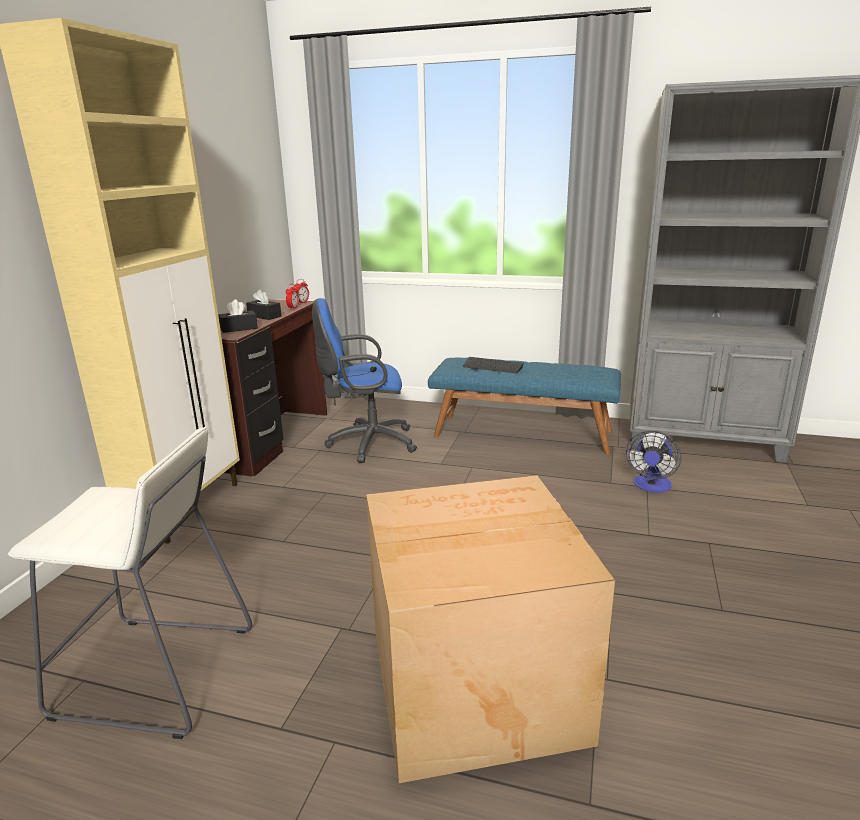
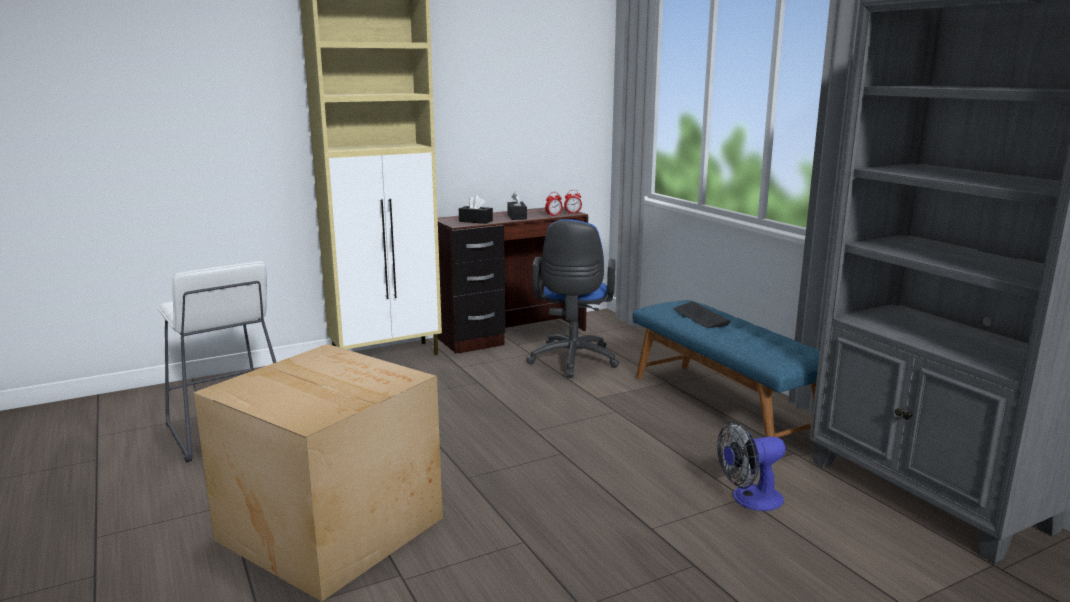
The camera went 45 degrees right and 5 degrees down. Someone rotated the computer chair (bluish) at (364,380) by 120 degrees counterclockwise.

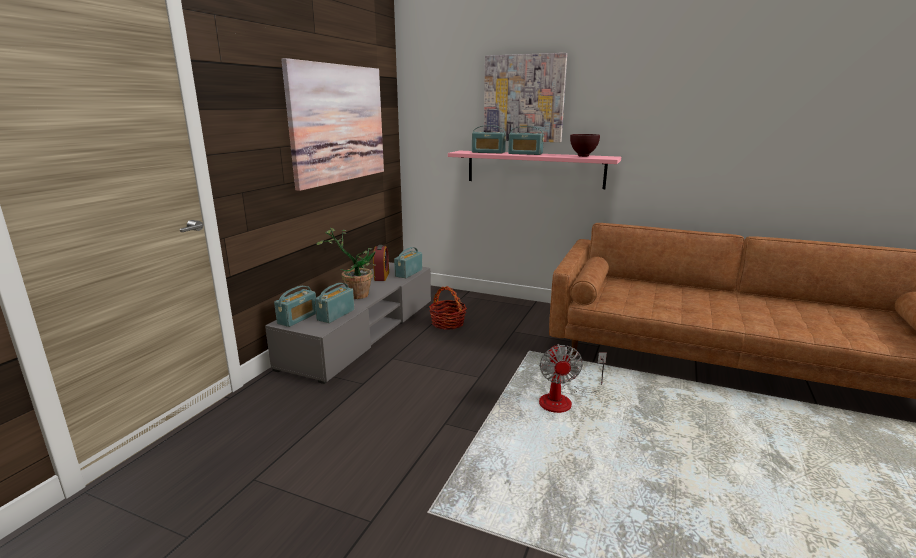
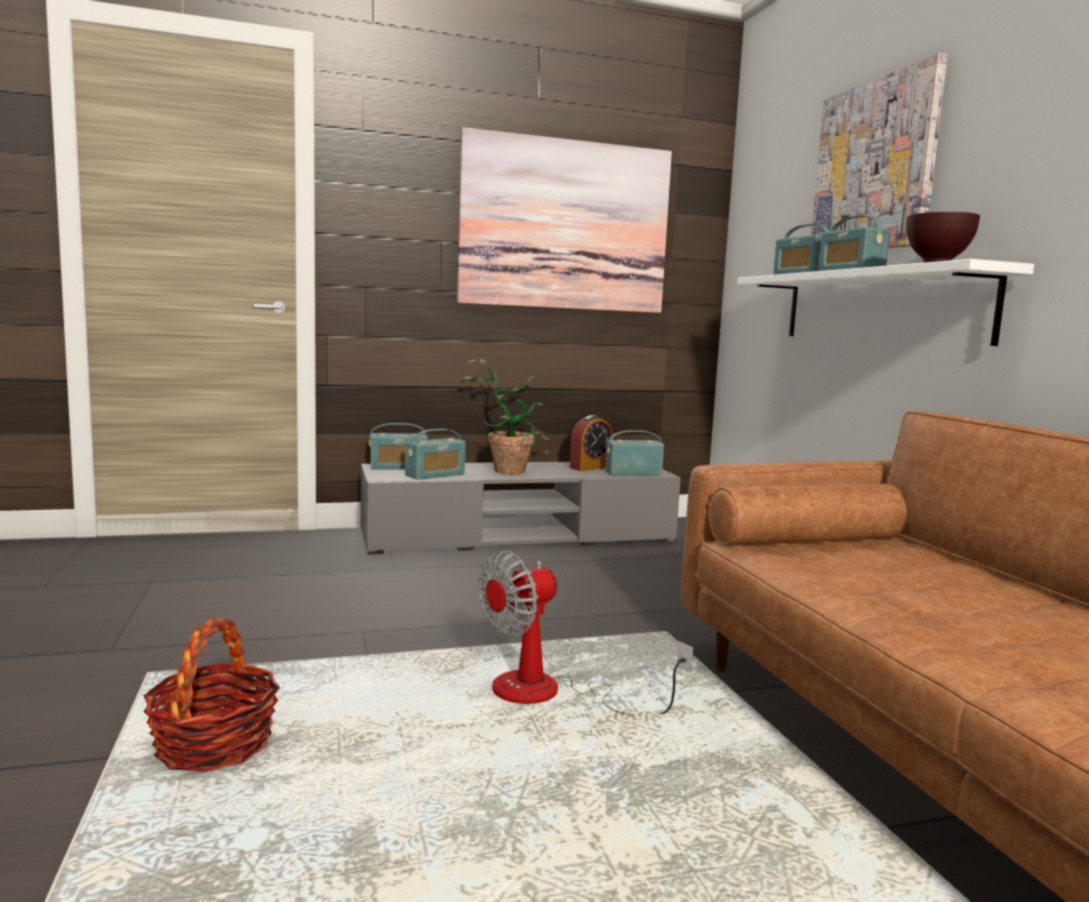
The camera went 50 degrees right and 10 degrees down. Someone rotated the radio receiver at (334,303) by 150 degrees clockwise. Someone carried the basket from (448,308) to (211,695). Someone repainted the bracket shelf (pink-coloured) at (534,170), which became the bracket shelf (whitish) at (885,302).

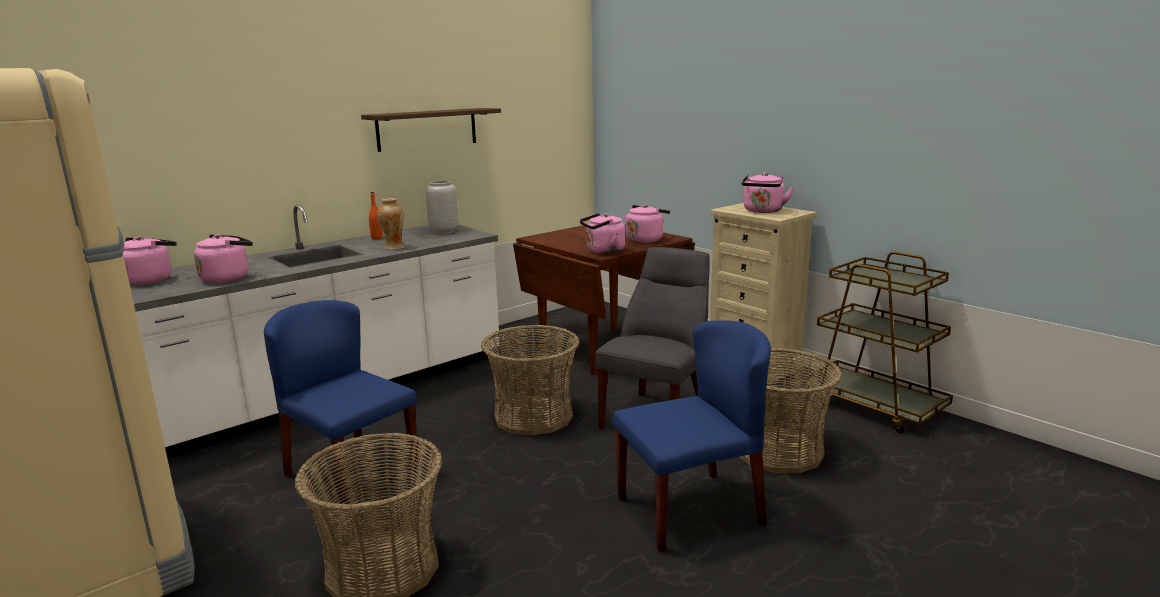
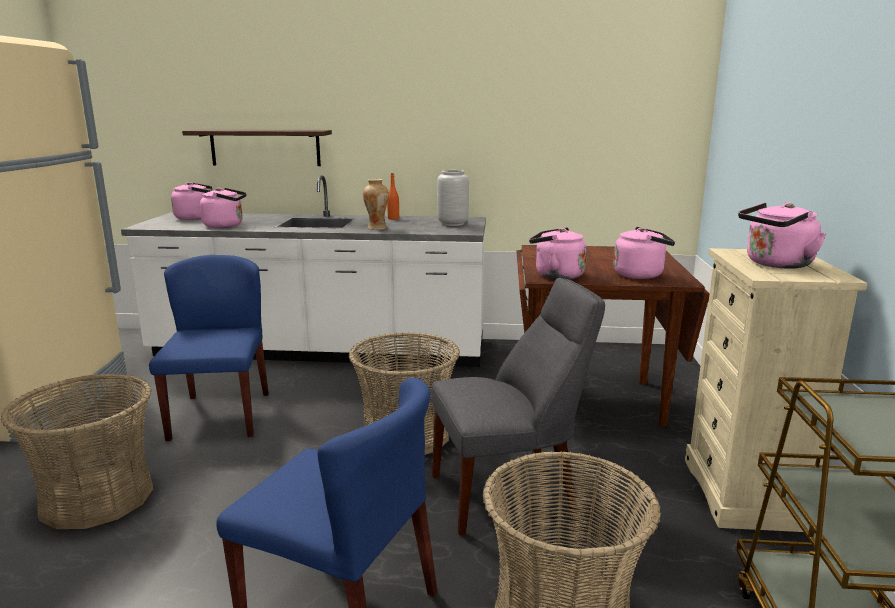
The camera went 45 degrees right and 0 degrees up. Someone carried the bracket shelf from (431,130) to (257,147).

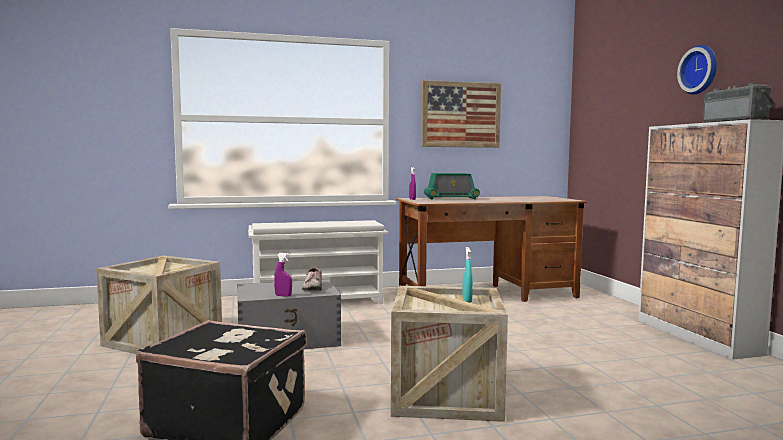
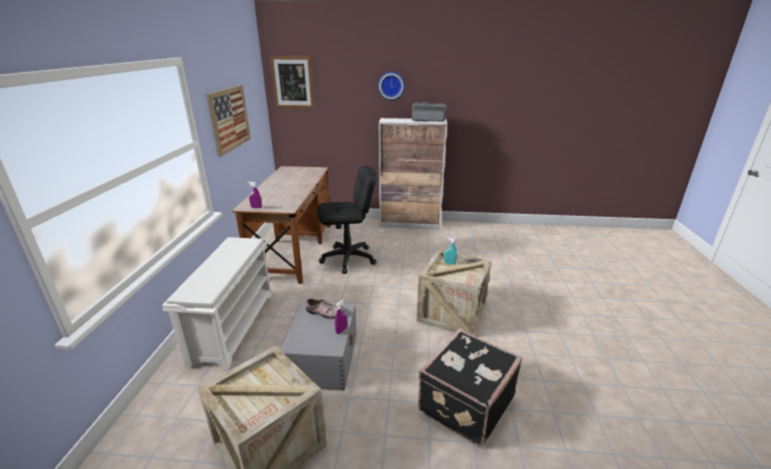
The camera went 70 degrees left and 20 degrees up. Someone took away the radio receiver at (452,186). Someone put up the wall art at (292,82). Someone put down the computer chair (blackish) at (347,220).

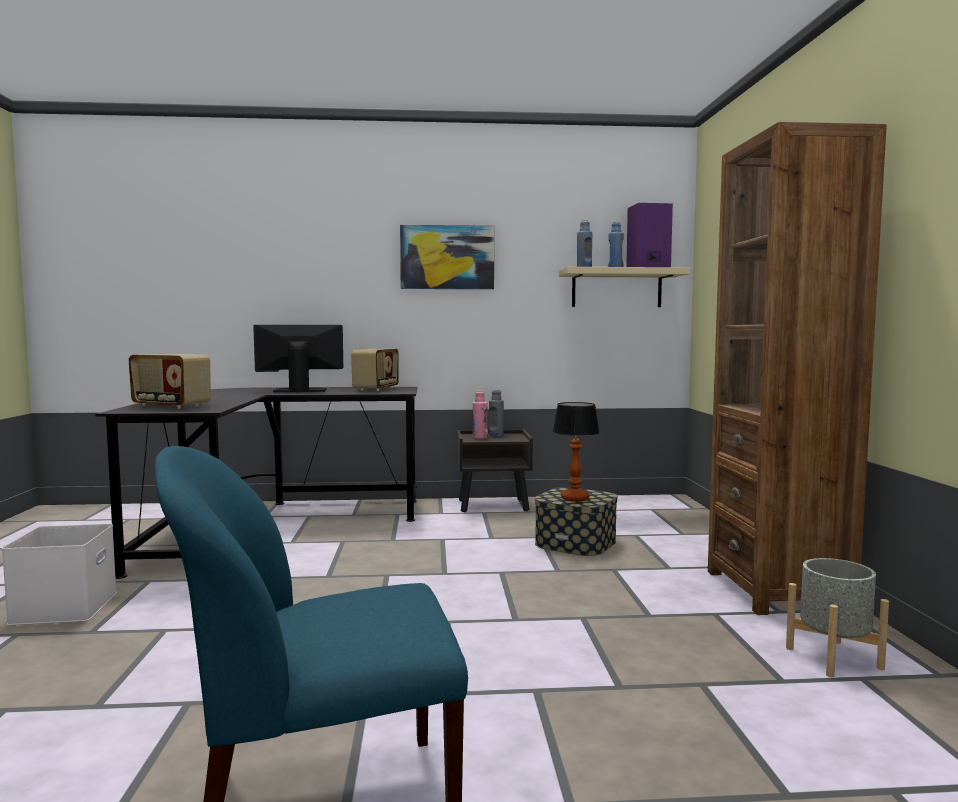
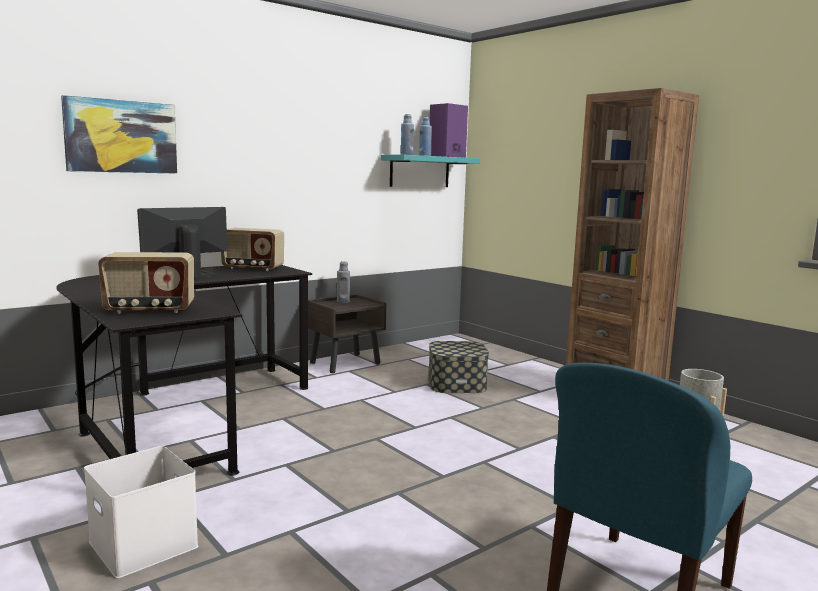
The camera went 35 degrees left and 5 degrees up. Someone rotated the radio receiver at (375,370) by 120 degrees clockwise. Someone carried the wall art from (447,257) to (119,134). Someone took away the beverage bottle (pink-coloured) at (480,415). Someone took away the tabletop lamp at (576,452). Someone repainted the bracket shelf (sand-coloured) at (624,287), which became the bracket shelf (turquoise) at (430,171).

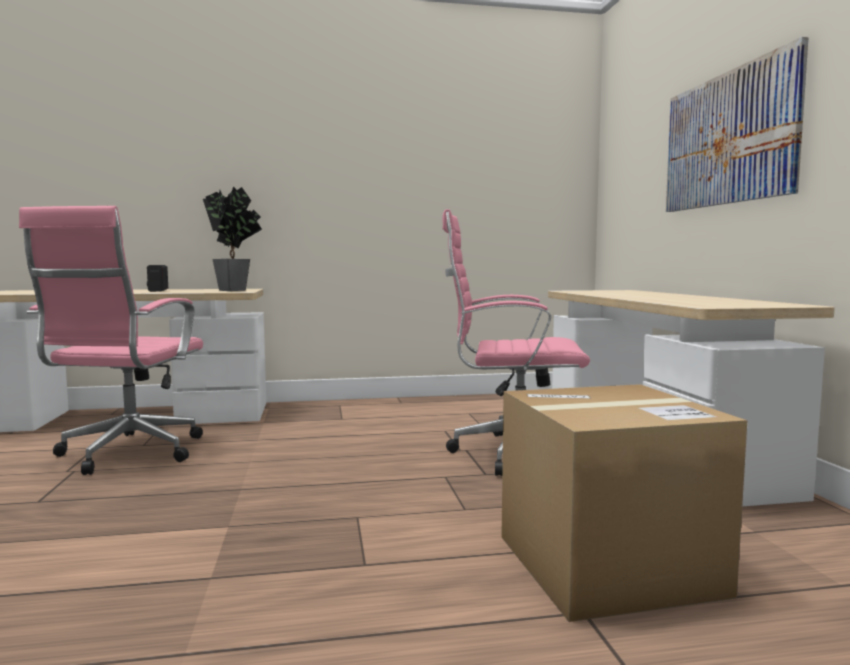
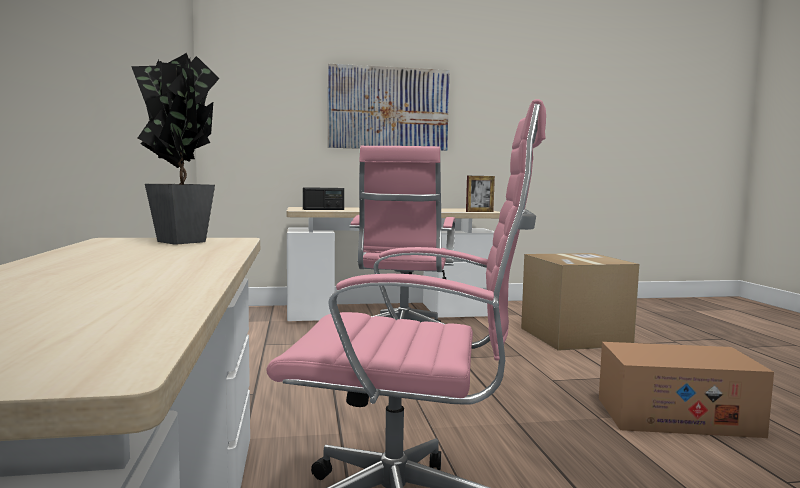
The camera went 90 degrees left and 0 degrees up. Someone carried the radio receiver from (157,278) to (323,198). Someone put down the photo frame at (480,194). Someone put down the packing box at (686,390).

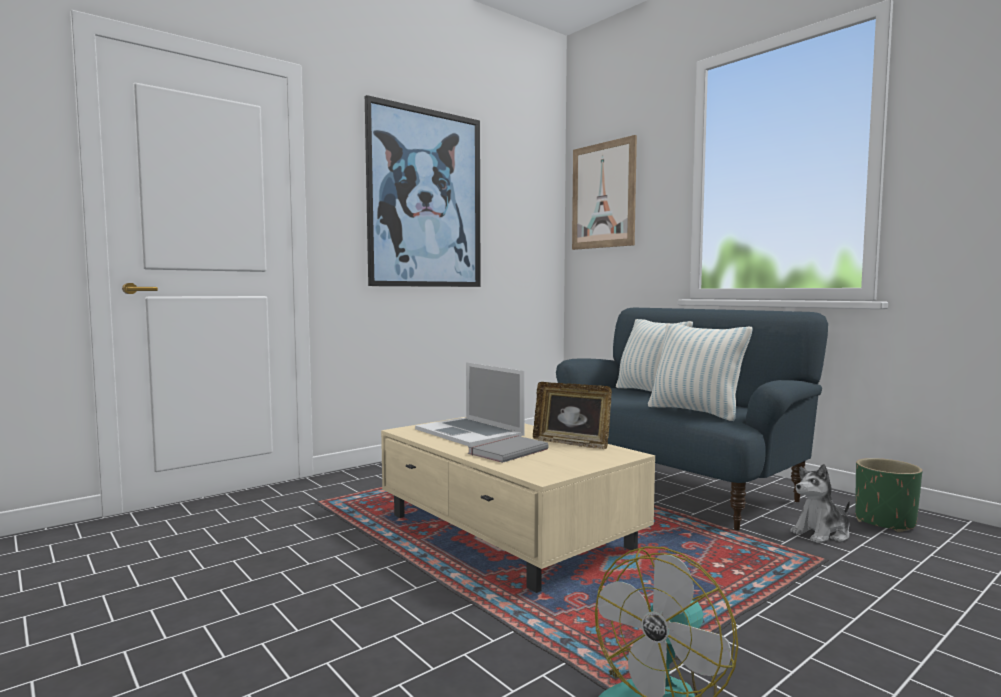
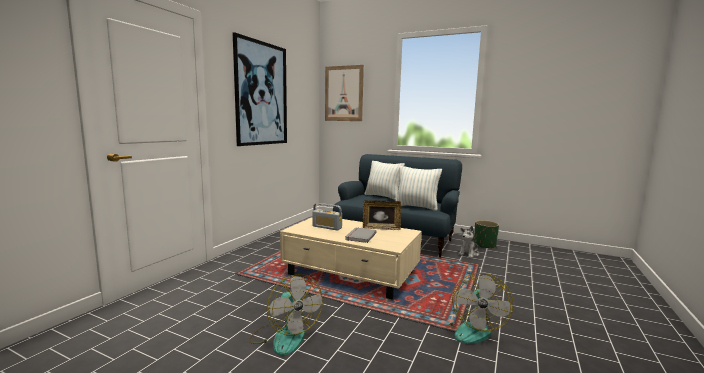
The camera went 25 degrees left and 5 degrees up. Someone swapped the laptop at (470,404) for the radio receiver at (327,216). Someone put down the electric fan at (286,315).

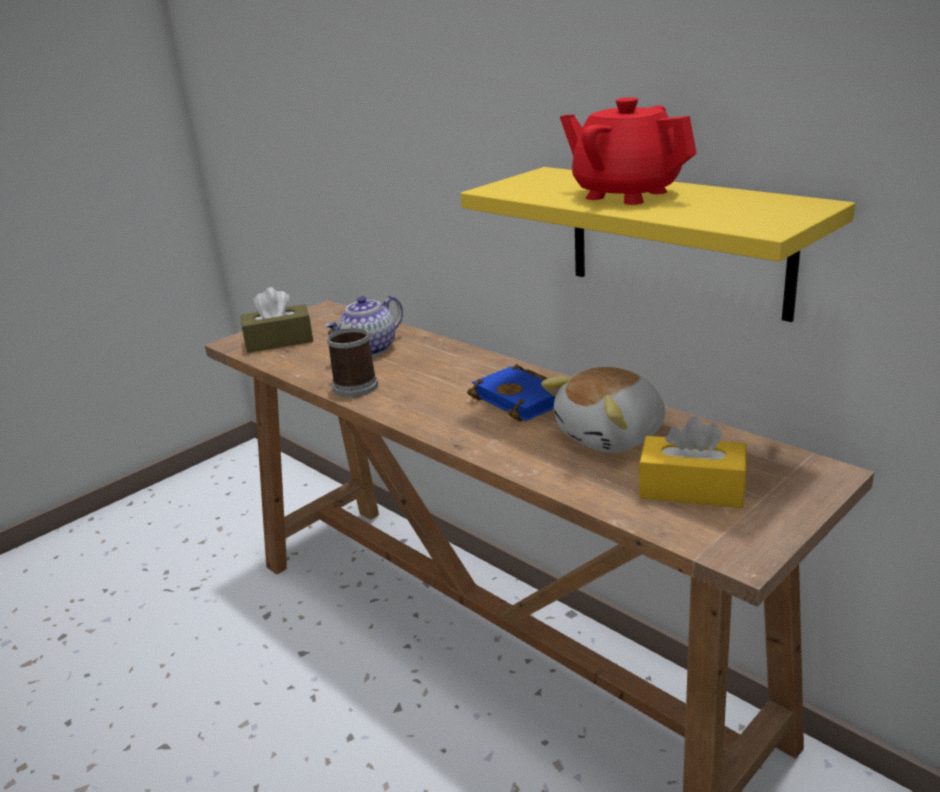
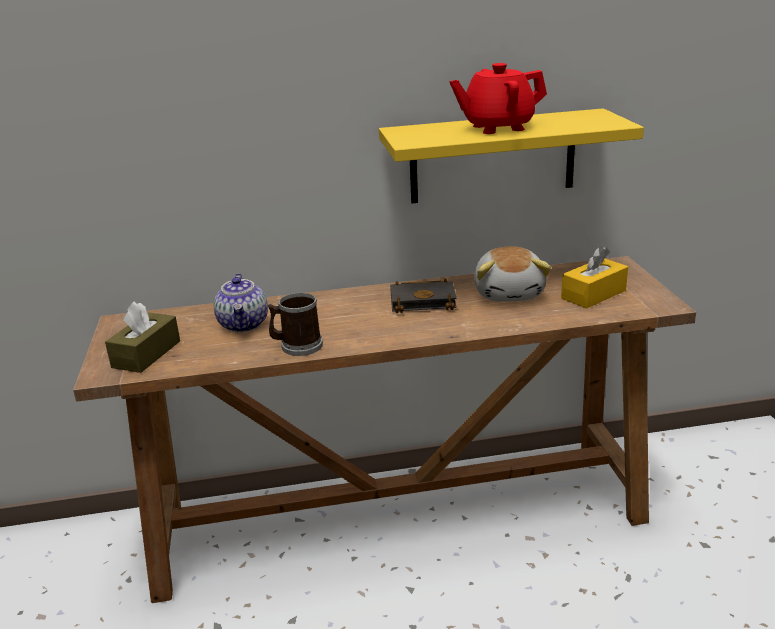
The camera went 55 degrees left and 0 degrees up. Someone repainted the volume (bluish) at (511,392), which became the volume (blackish) at (423,295).

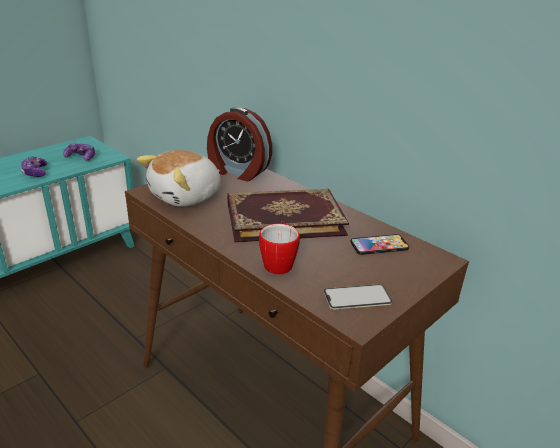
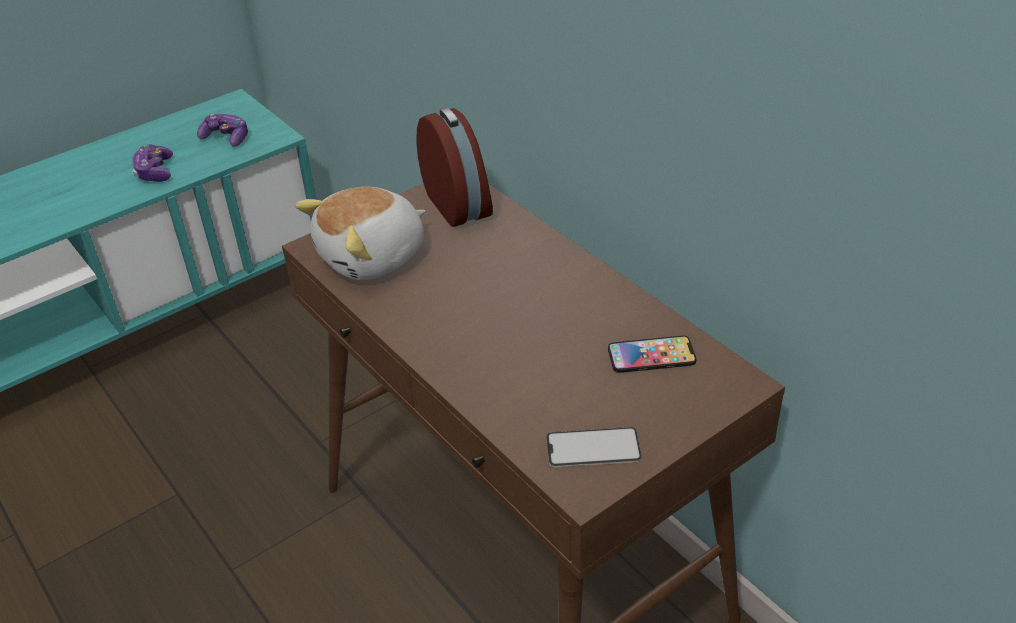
The camera went 10 degrees right and 10 degrees up. Someone rotated the alarm clock at (239,144) by 150 degrees counterclockwise. Someone took away the volume at (288,216). Someone took away the coffee mug at (279,248).

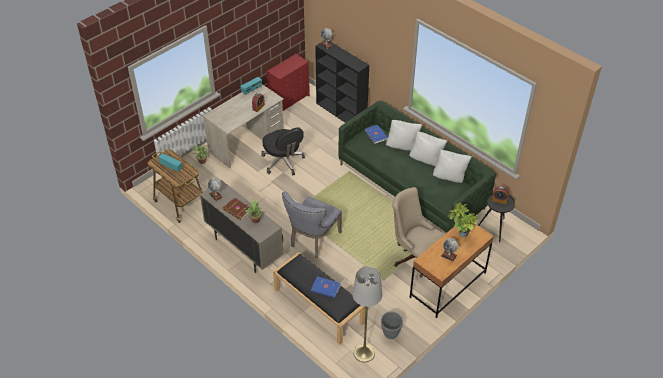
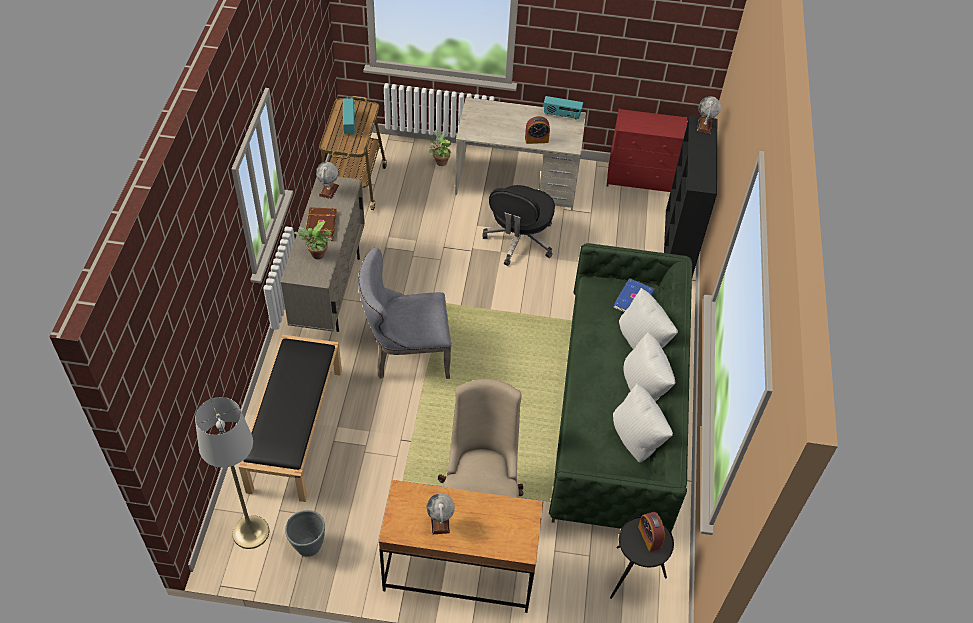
The camera went 50 degrees right and 5 degrees up. Someone took away the volume (bluish) at (326,287). Someone took away the houseplant at (463,220).

